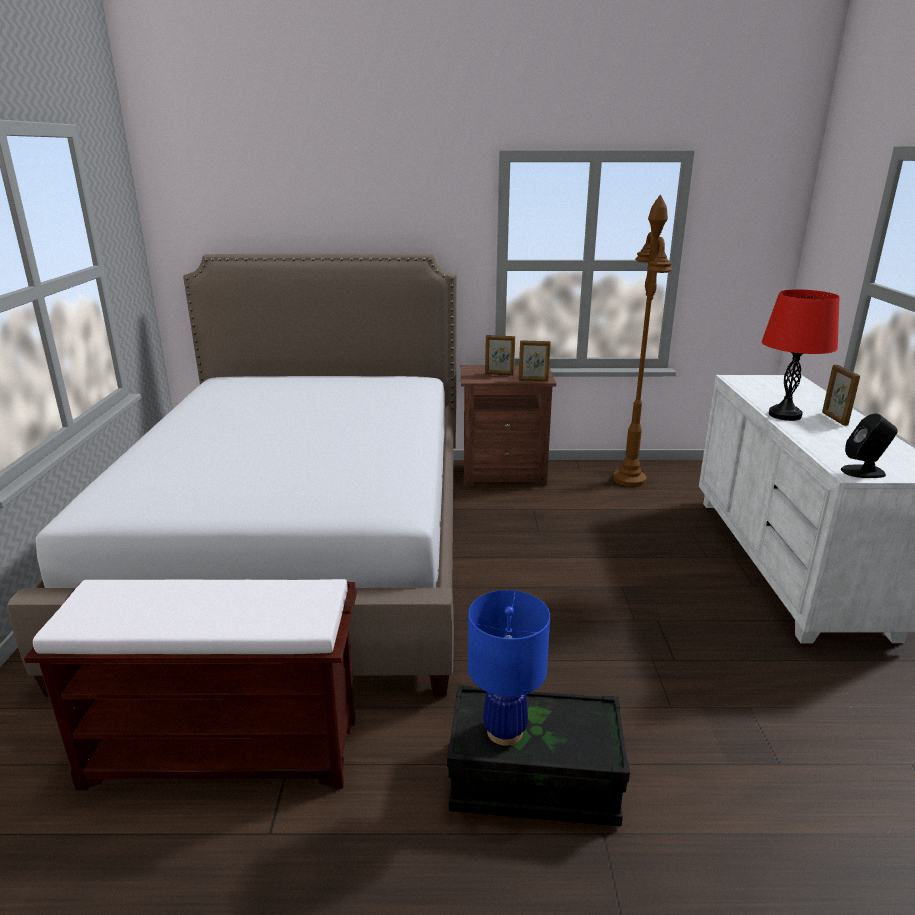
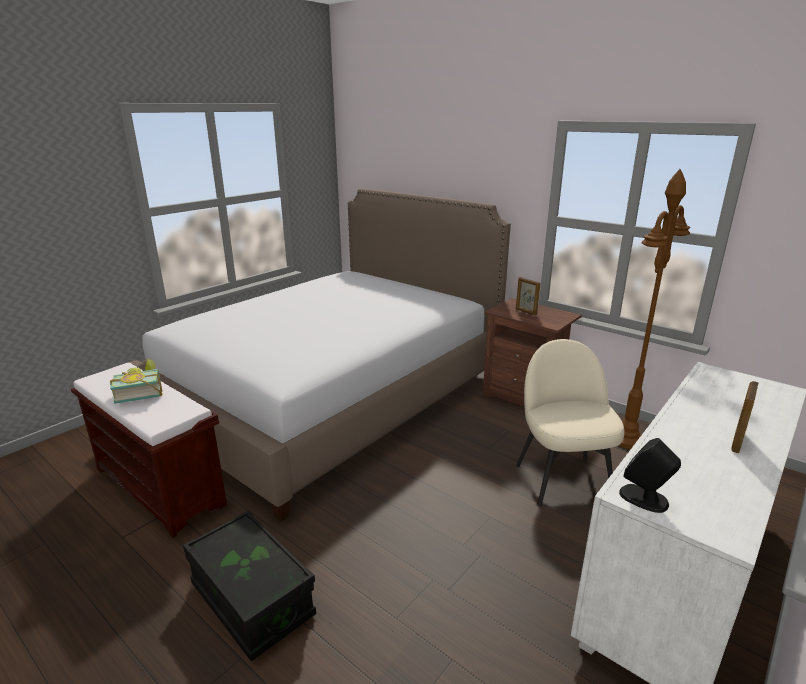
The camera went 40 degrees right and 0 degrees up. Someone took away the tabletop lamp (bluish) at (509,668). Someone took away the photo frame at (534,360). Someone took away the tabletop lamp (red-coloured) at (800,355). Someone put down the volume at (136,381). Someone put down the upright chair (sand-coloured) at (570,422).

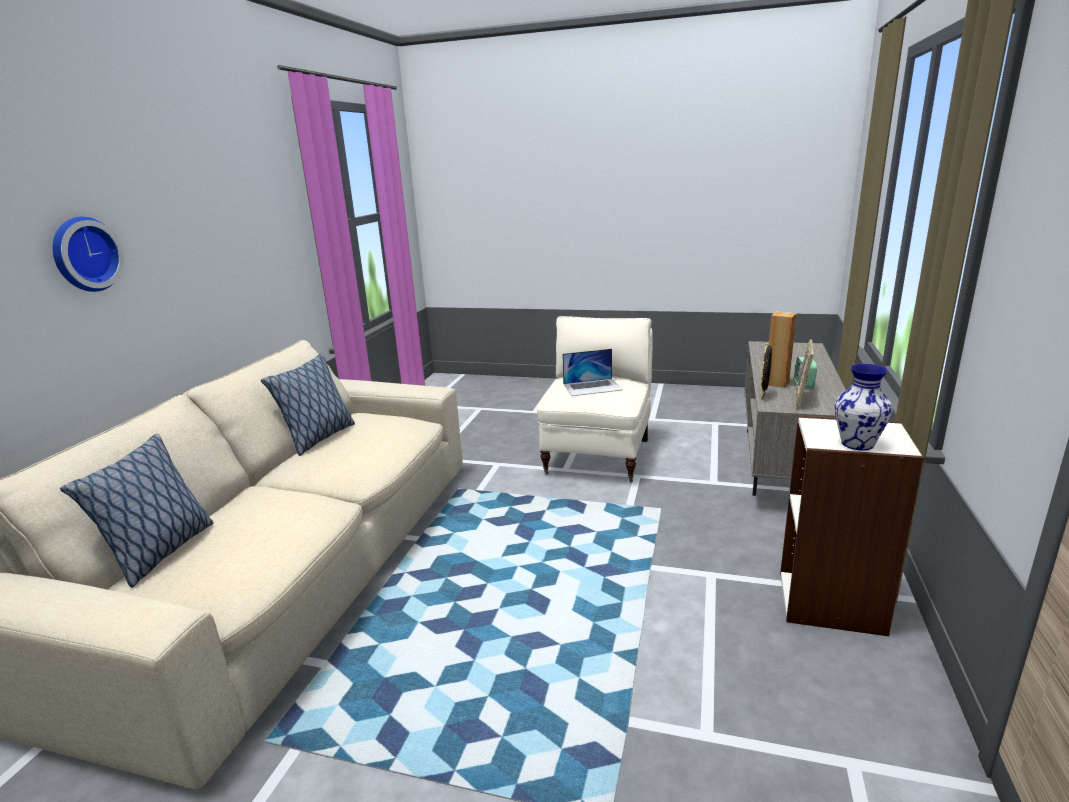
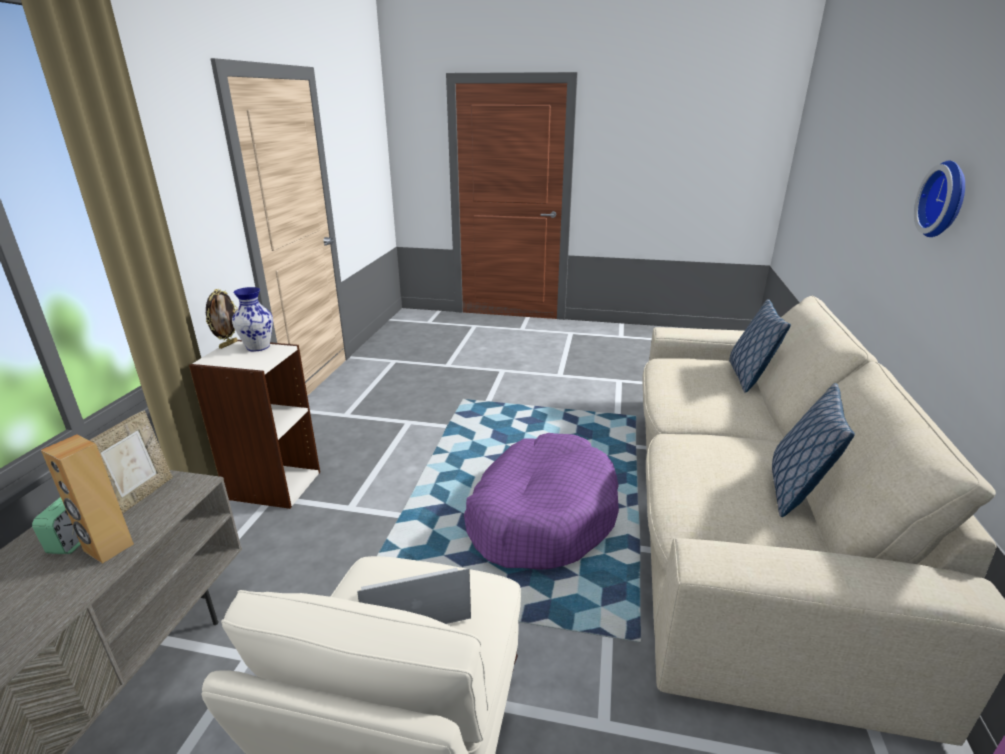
The camera went 175 degrees right and 5 degrees up. Someone carried the photo frame from (766,371) to (221,319). Someone put down the dog bed (purple) at (541,501).

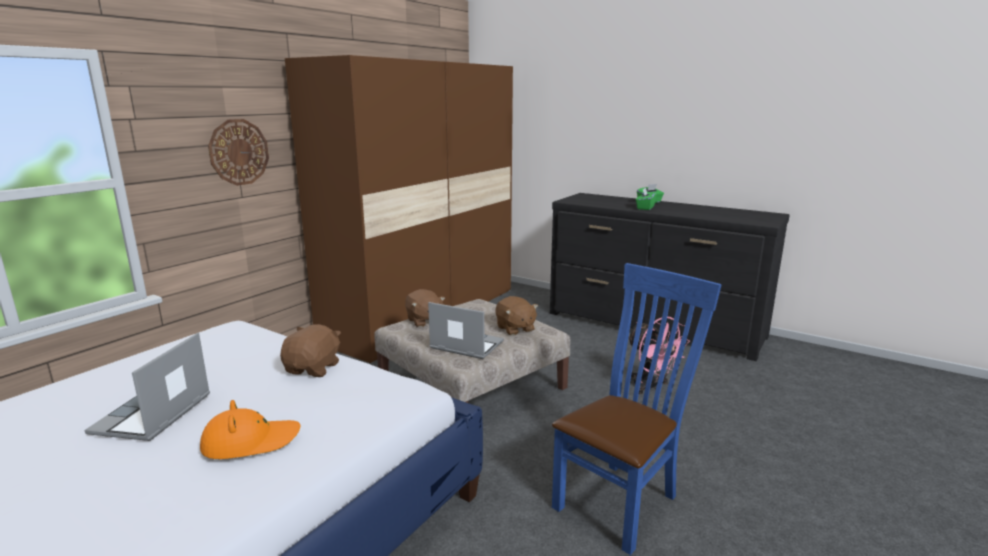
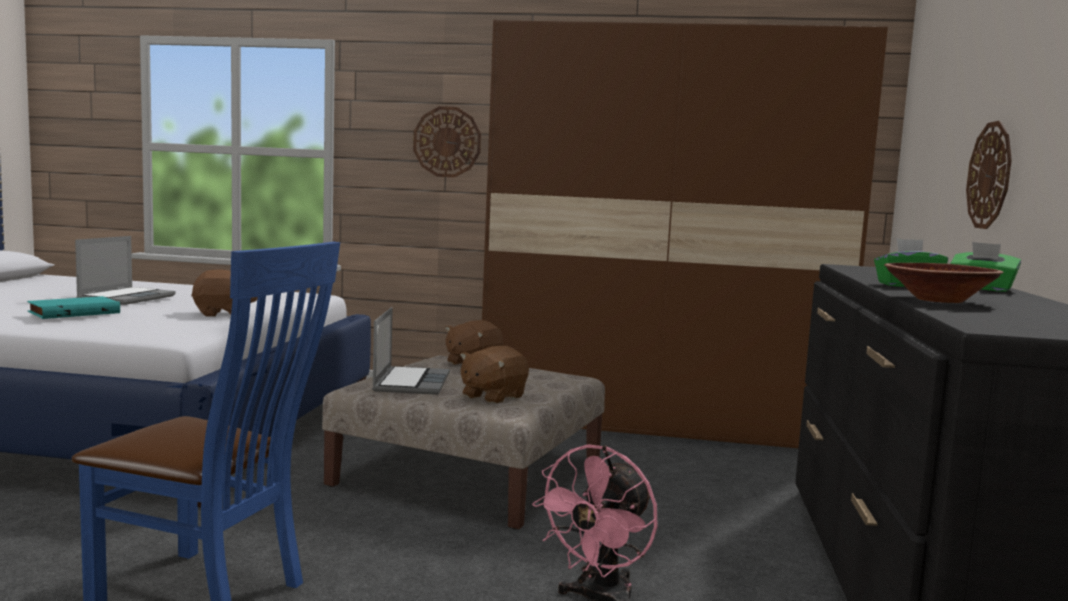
The camera went 65 degrees right and 10 degrees down. Someone rotated the laptop at (147,387) by 120 degrees clockwise. Someone swapped the wearable hat (orangey) at (250,429) for the volume (turquoise) at (73,307). Someone put down the serving bowl (brown-coloured) at (944,283). Someone put up the wall clock at (989,175).

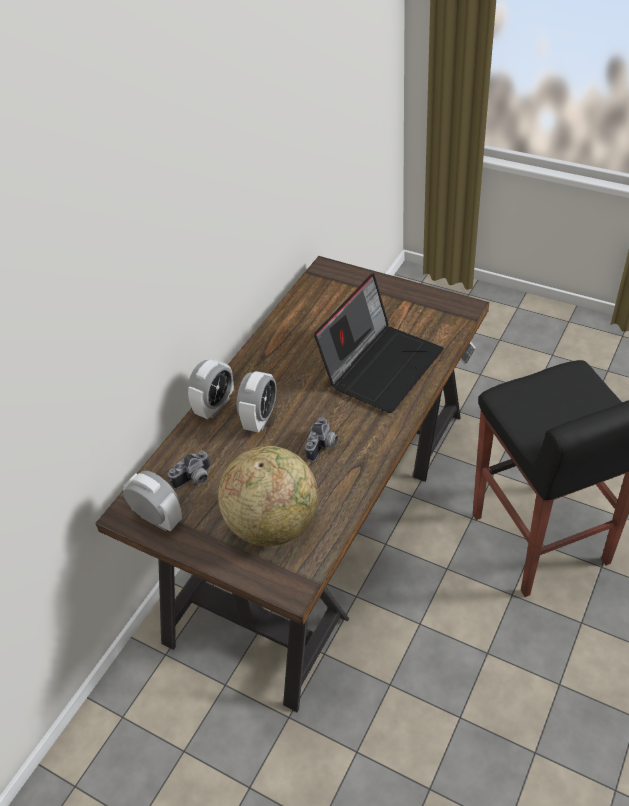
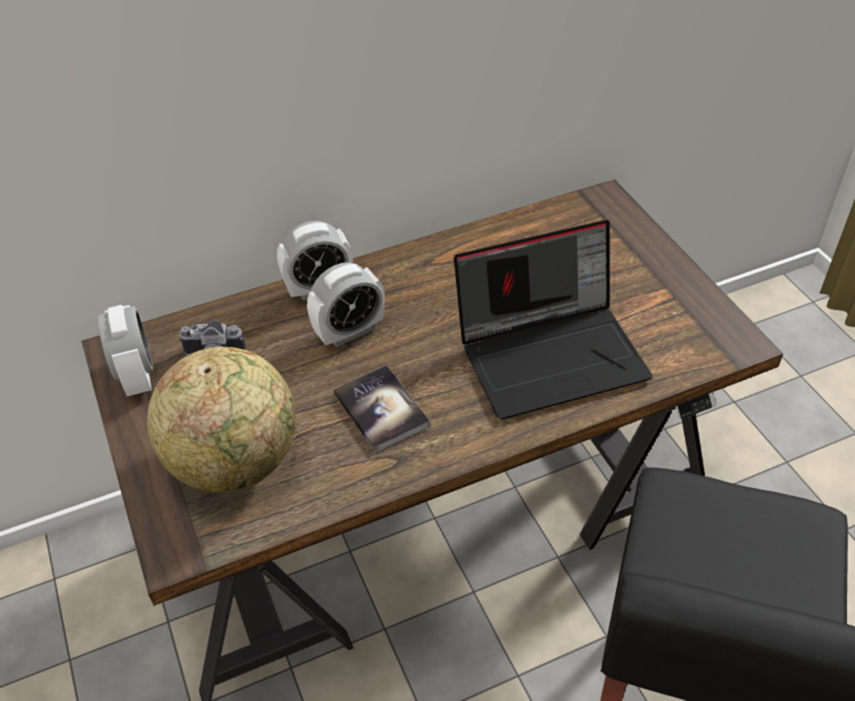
The camera went 35 degrees right and 0 degrees up. Someone swapped the still camera at (321,439) for the volume at (381,409).

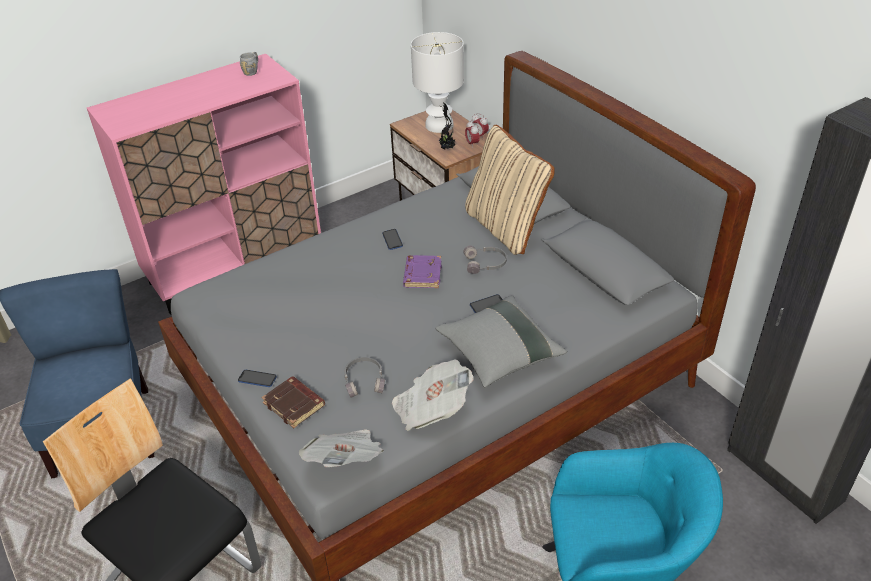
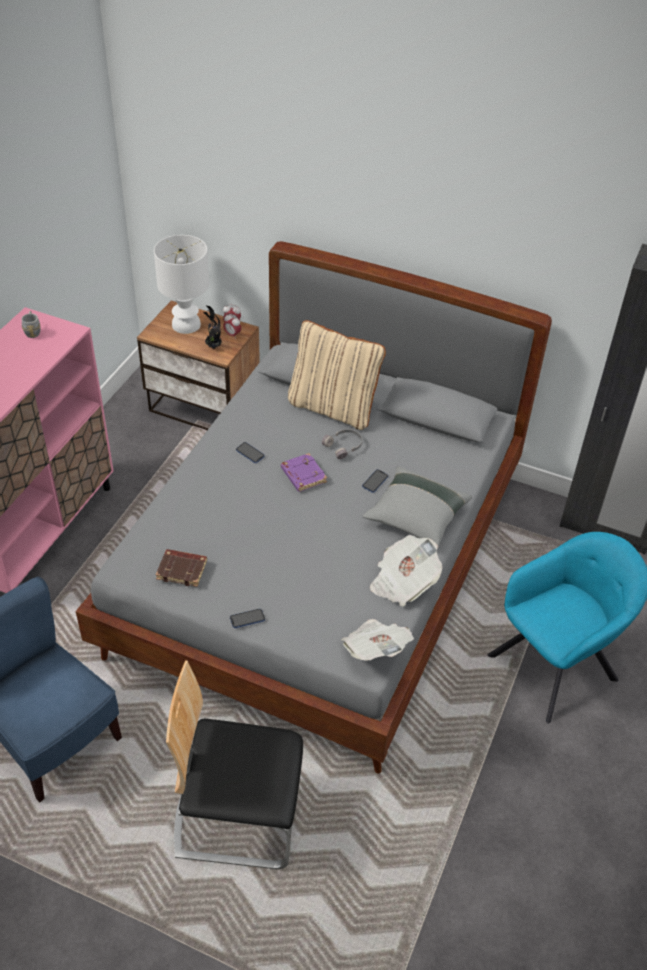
The camera went 35 degrees left and 5 degrees up. Someone carried the volume (brown-coloured) from (293,402) to (181,568). Someone took away the pair of headphones (greyish) at (364,377).

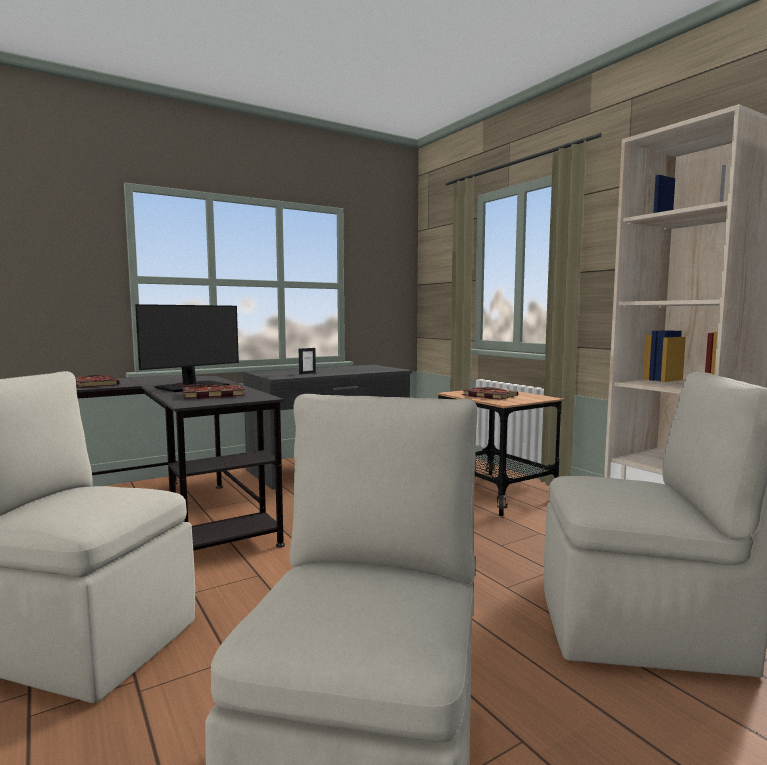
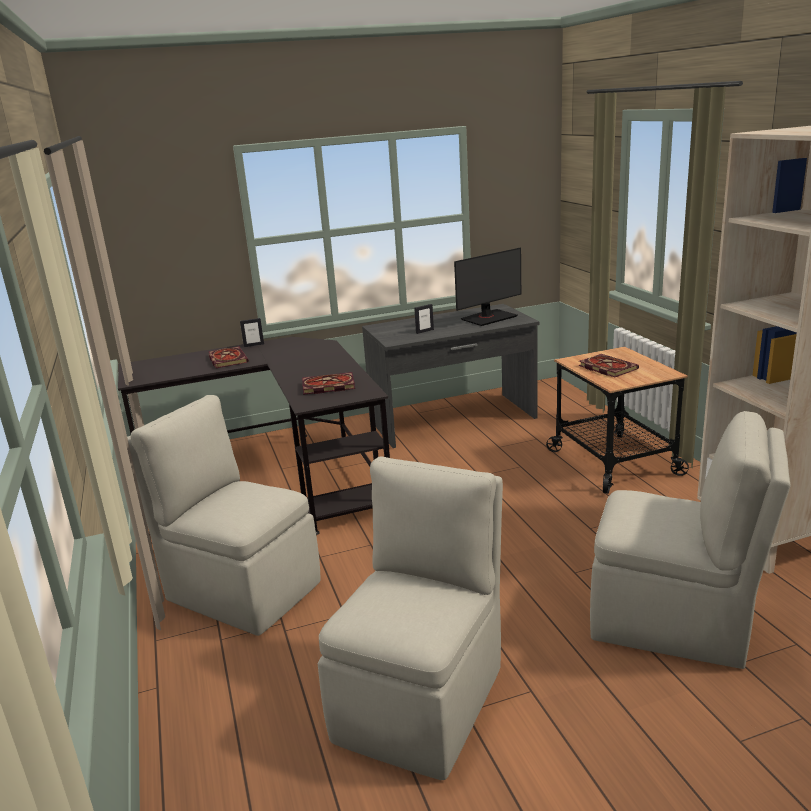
The camera went 15 degrees right and 15 degrees up. Someone carried the computer screen from (187,348) to (487,286). Someone put down the photo frame at (252,332).

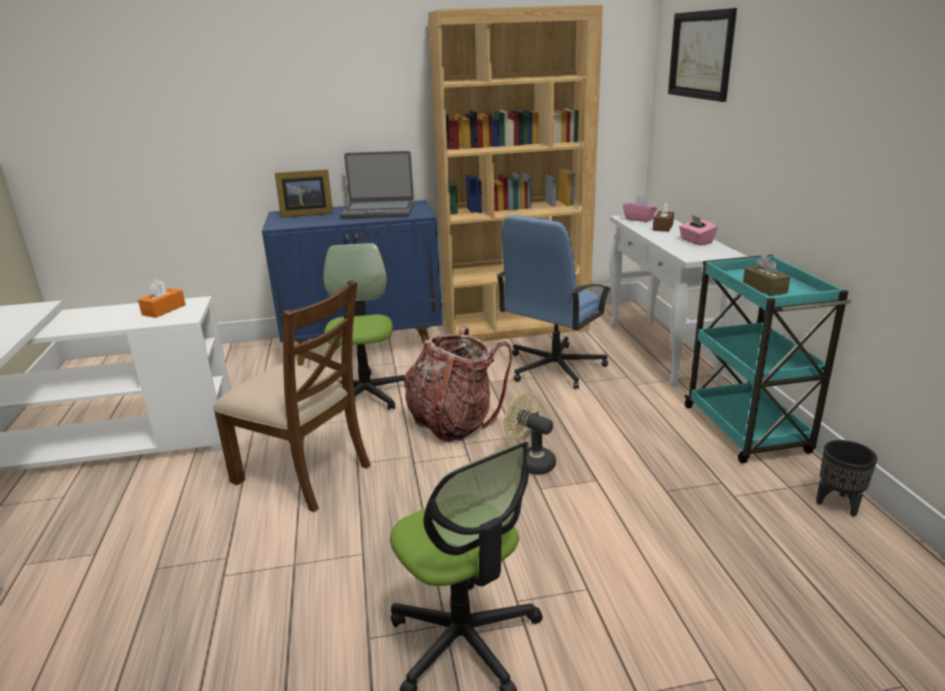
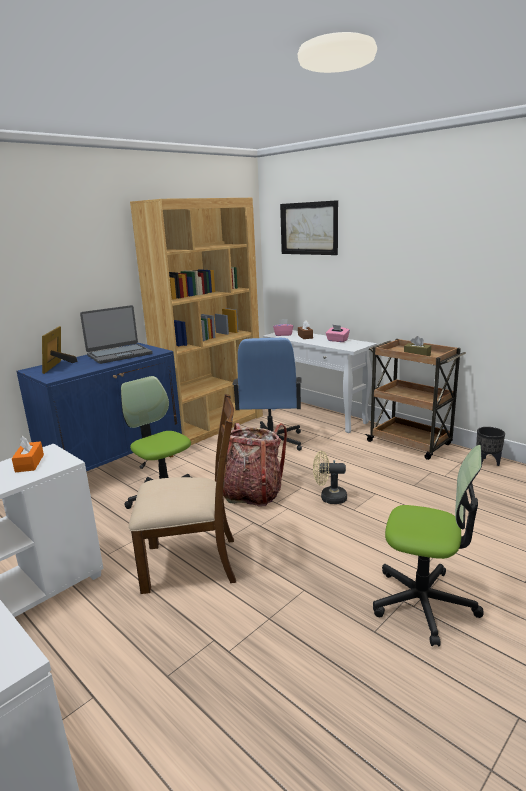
The camera went 35 degrees left and 5 degrees down. Someone rotated the photo frame at (304,193) by 135 degrees clockwise. Someone repainted the cart (turquoise) at (767,359), which became the cart (brown-coloured) at (415,399).

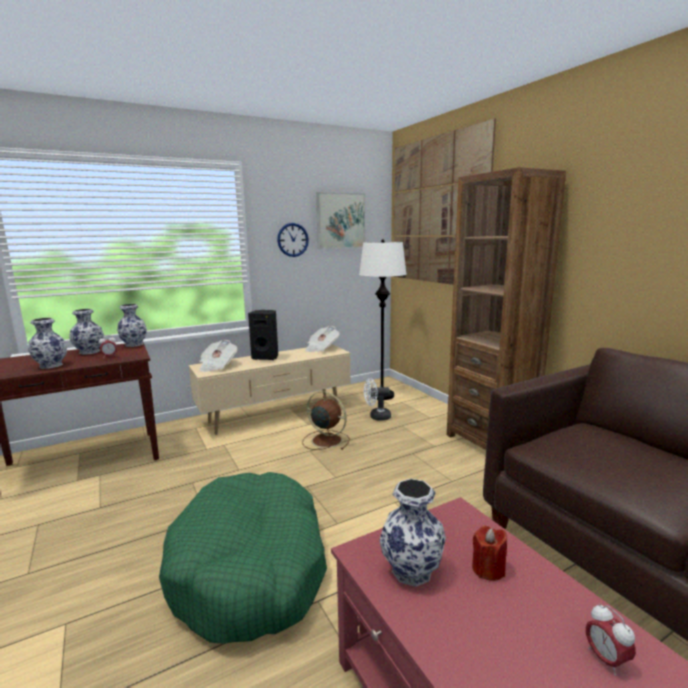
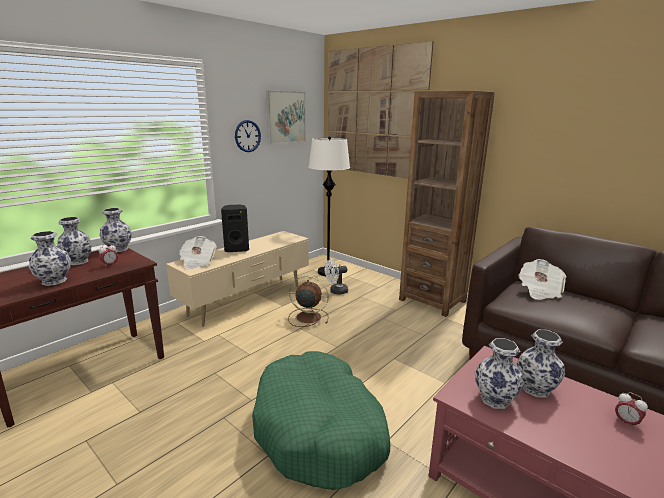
The camera went 20 degrees left and 5 degrees up. Someone carried the newspaper from (322,339) to (542,279). Someone swapped the wax candle (red-coloured) at (489,553) for the vase at (540,364).

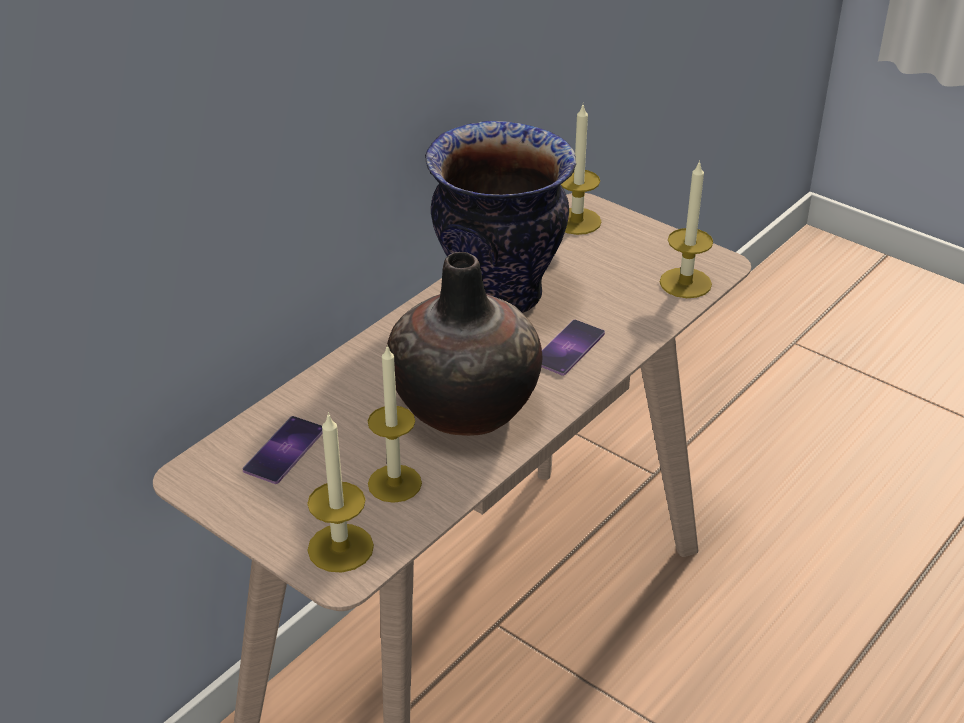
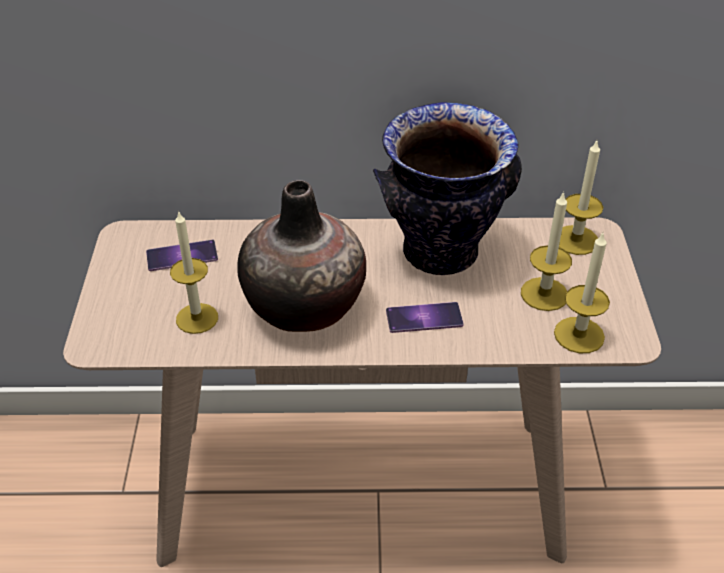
The camera went 50 degrees right and 5 degrees up. Someone carried the wax candle from (340,492) to (546,251).

